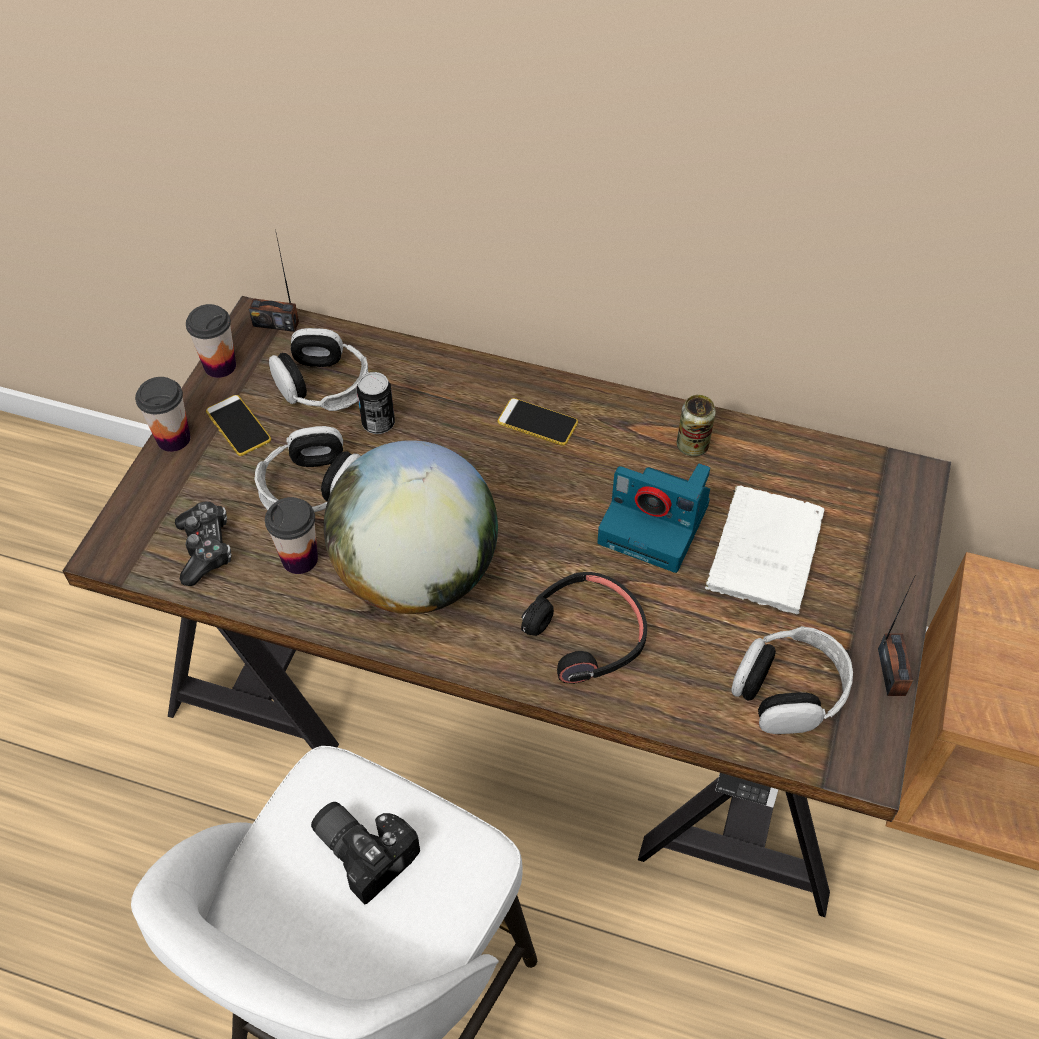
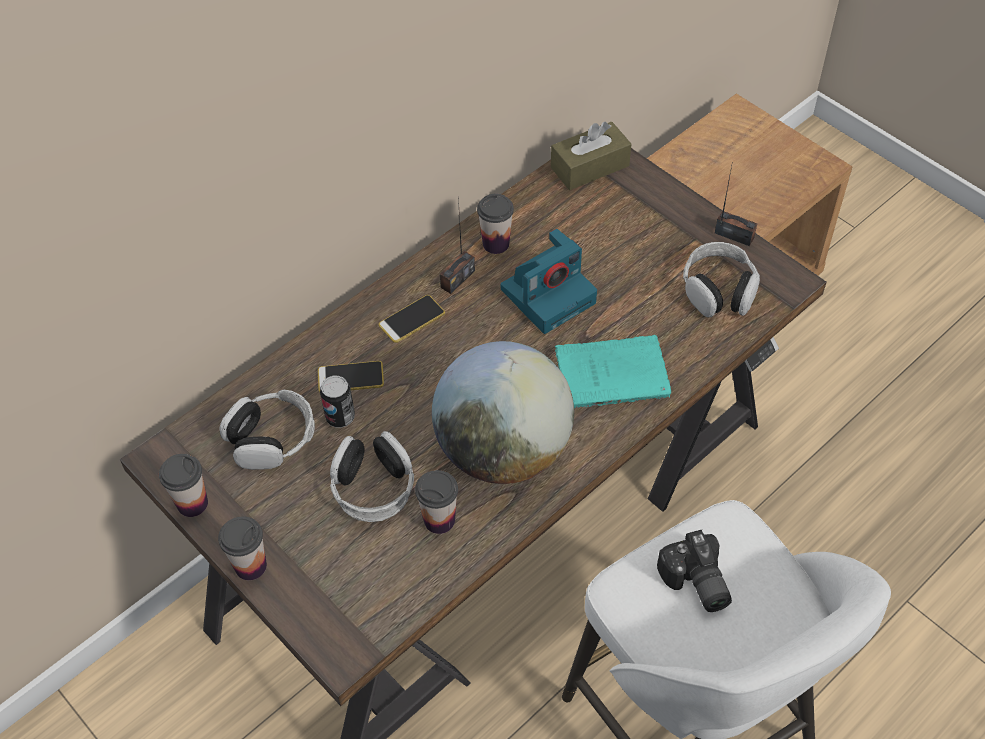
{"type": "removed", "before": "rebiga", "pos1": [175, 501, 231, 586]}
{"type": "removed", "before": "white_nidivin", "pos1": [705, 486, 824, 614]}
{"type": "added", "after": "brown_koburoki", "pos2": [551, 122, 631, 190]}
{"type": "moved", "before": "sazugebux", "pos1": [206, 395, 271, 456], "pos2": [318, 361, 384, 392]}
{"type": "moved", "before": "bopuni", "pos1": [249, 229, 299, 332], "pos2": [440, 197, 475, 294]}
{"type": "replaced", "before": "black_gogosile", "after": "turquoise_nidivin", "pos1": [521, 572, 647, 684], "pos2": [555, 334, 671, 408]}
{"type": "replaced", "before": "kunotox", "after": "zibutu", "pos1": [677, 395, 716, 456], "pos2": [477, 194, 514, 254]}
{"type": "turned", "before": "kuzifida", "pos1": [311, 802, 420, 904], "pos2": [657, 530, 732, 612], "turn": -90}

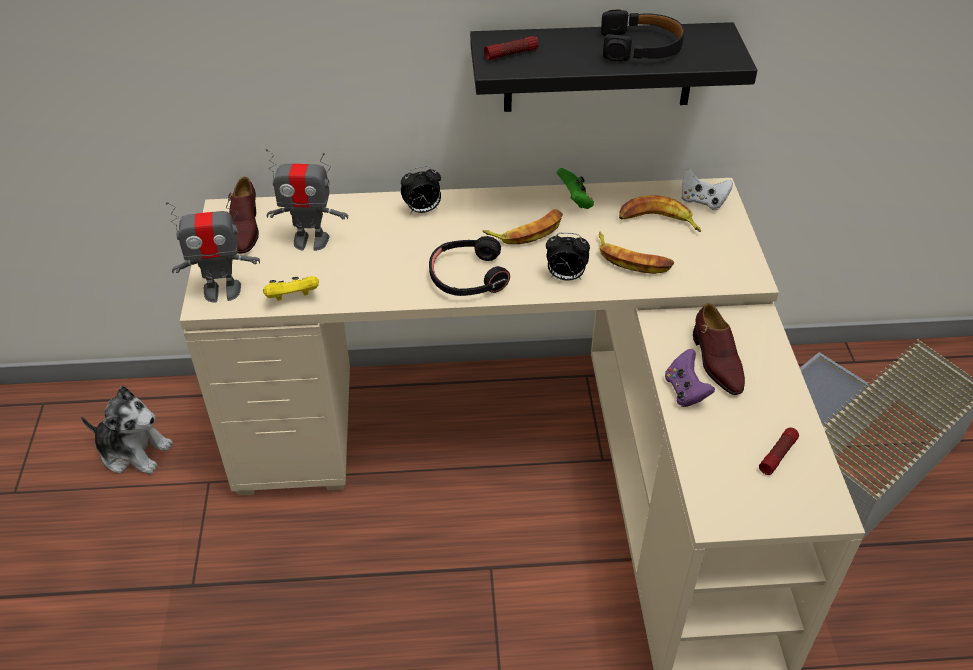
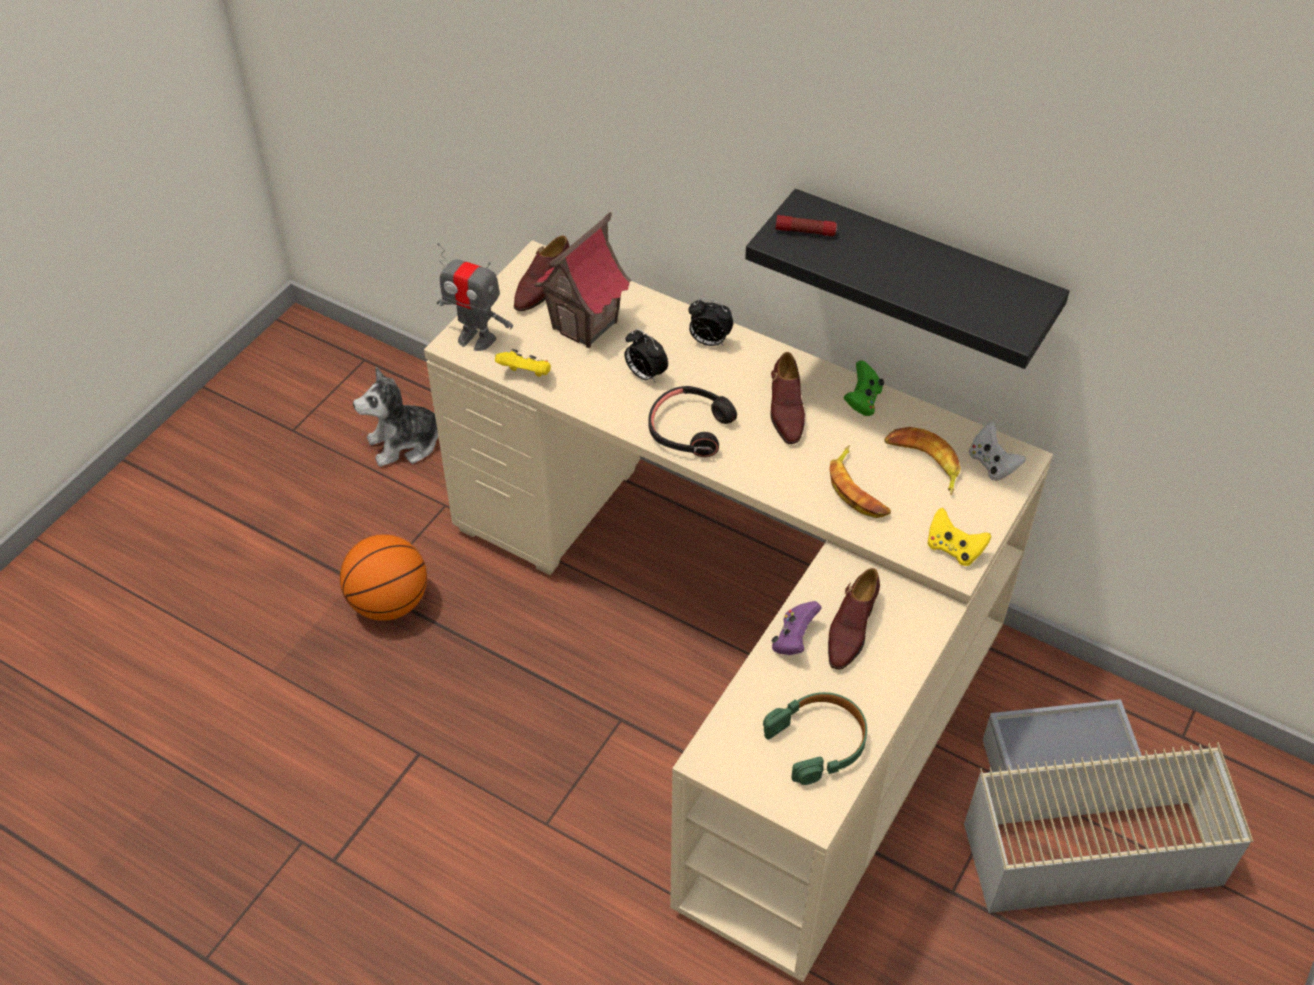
{"type": "removed", "before": "black_gogosile", "pos1": [601, 9, 684, 62]}
{"type": "added", "after": "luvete", "pos2": [340, 534, 427, 621]}
{"type": "added", "after": "yellow_rebiga", "pos2": [927, 508, 991, 566]}
{"type": "moved", "before": "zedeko", "pos1": [546, 232, 590, 280], "pos2": [624, 329, 668, 384]}
{"type": "replaced", "before": "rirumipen", "after": "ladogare", "pos1": [266, 149, 348, 251], "pos2": [534, 212, 632, 348]}
{"type": "replaced", "before": "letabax", "after": "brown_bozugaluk", "pos1": [483, 209, 563, 244], "pos2": [770, 352, 805, 444]}
{"type": "replaced", "before": "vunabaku", "after": "green_gogosile", "pos1": [759, 428, 799, 475], "pos2": [763, 692, 867, 785]}
{"type": "turned", "before": "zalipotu", "pos1": [81, 386, 173, 474], "pos2": [353, 367, 438, 467], "turn": 105}

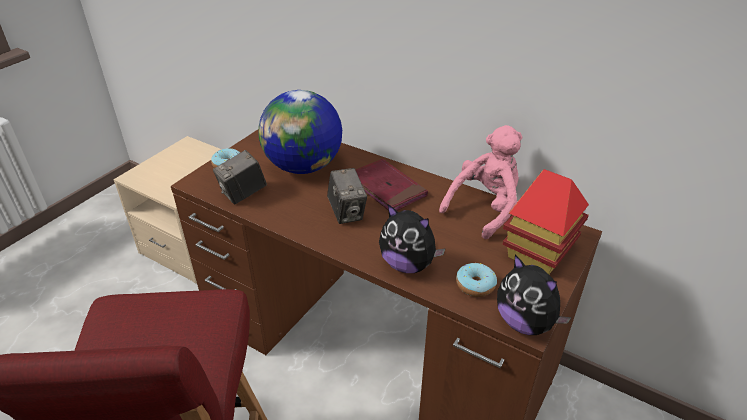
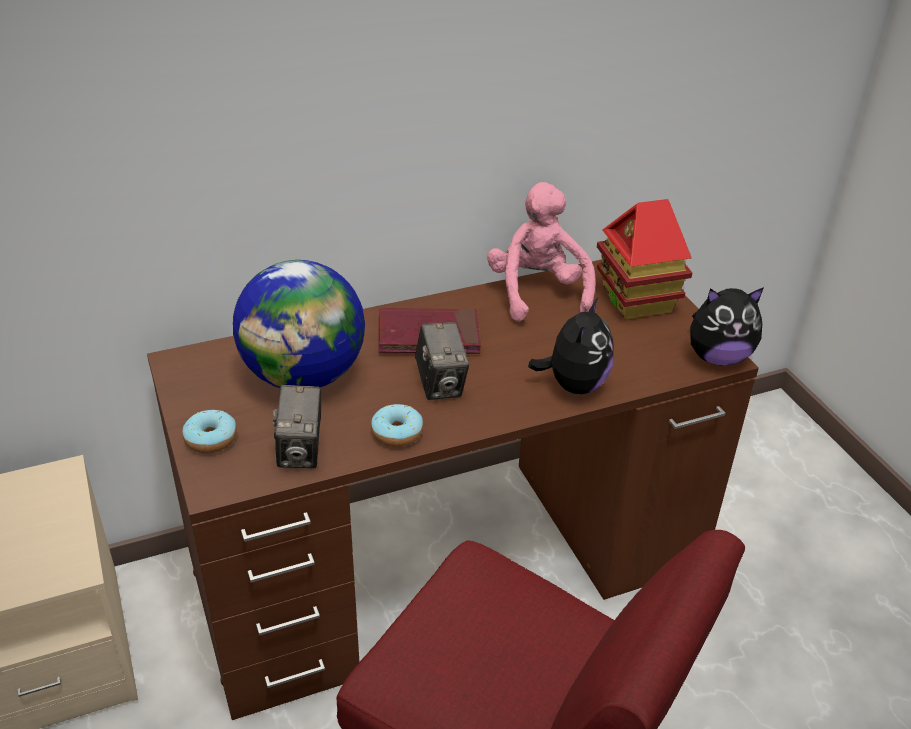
{"type": "moved", "before": "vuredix", "pos1": [456, 263, 497, 297], "pos2": [371, 404, 423, 447]}
{"type": "turned", "before": "kuzifida", "pos1": [327, 168, 367, 224], "pos2": [415, 322, 469, 400], "turn": 60}
{"type": "turned", "before": "zalipotu", "pos1": [379, 204, 446, 273], "pos2": [528, 297, 614, 394], "turn": -45}

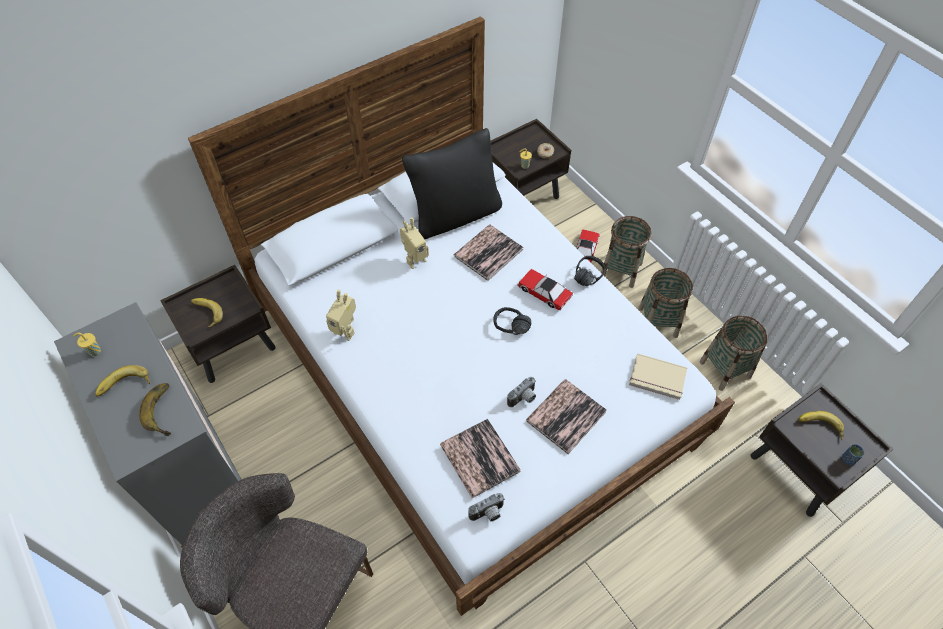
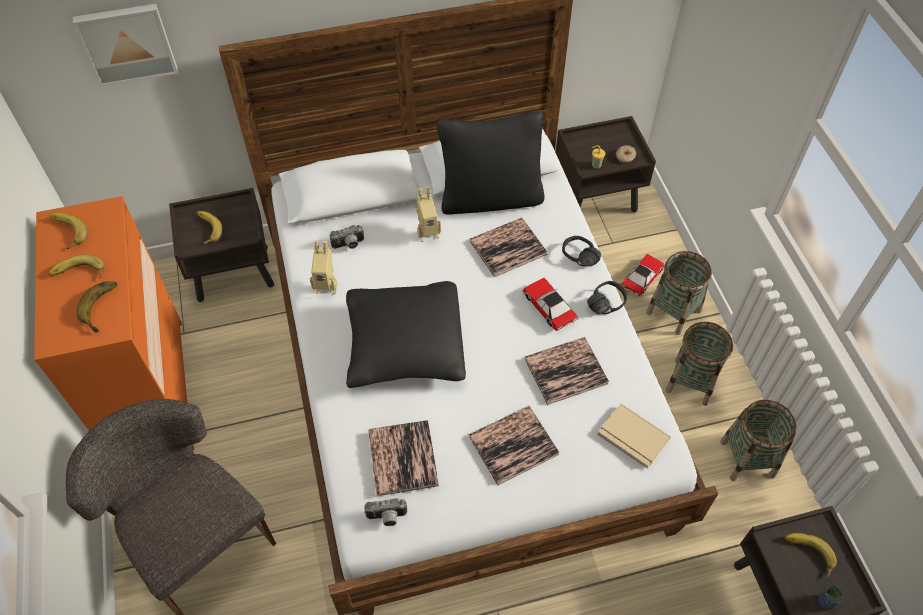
{"type": "added", "after": "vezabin", "pos2": [72, 4, 178, 87]}
{"type": "added", "after": "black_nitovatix", "pos2": [346, 281, 466, 388]}
{"type": "added", "after": "nidivin", "pos2": [525, 337, 609, 405]}
{"type": "moved", "before": "black_gogosile", "pos1": [494, 307, 531, 335], "pos2": [562, 236, 601, 266]}
{"type": "moved", "before": "kuzifida", "pos1": [507, 377, 536, 407], "pos2": [329, 225, 364, 249]}
{"type": "replaced", "before": "yellow_zibutu", "after": "letabax", "pos1": [74, 333, 101, 356], "pos2": [49, 213, 87, 249]}
{"type": "recoloured", "before": "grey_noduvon", "after": "orange_noduvon", "pos1": [54, 302, 242, 546], "pos2": [34, 196, 194, 450]}
{"type": "turned", "before": "rirumipen", "pos1": [326, 290, 356, 341], "pos2": [310, 240, 337, 294], "turn": -45}

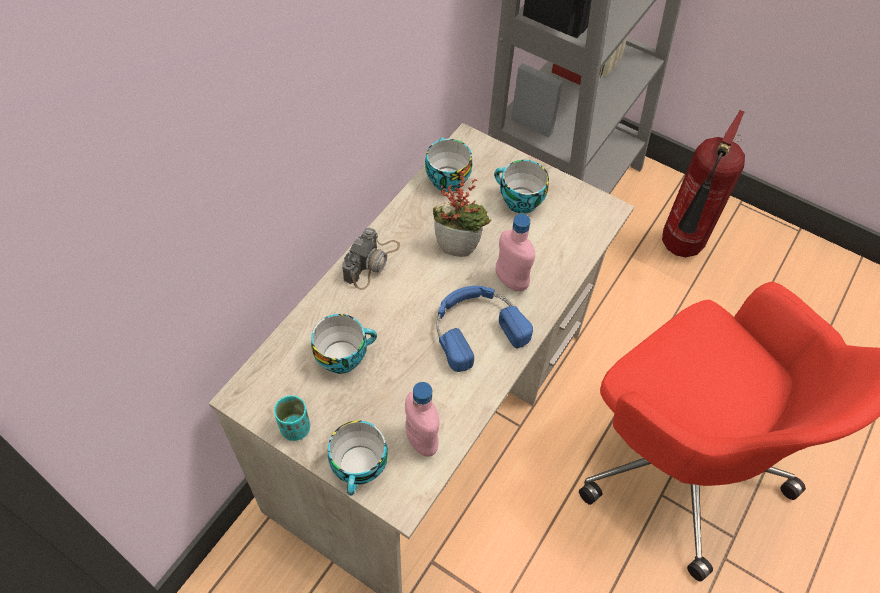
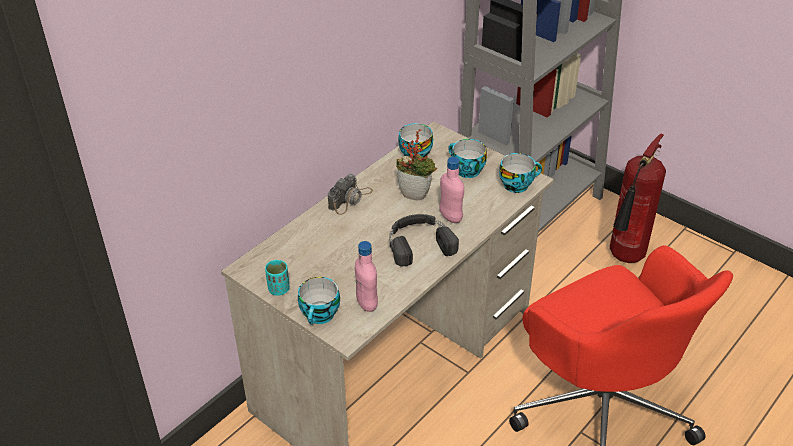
{"type": "moved", "before": "zibutu", "pos1": [311, 314, 377, 374], "pos2": [499, 153, 542, 193]}
{"type": "recoloured", "before": "blue_gogosile", "after": "black_gogosile", "pos1": [436, 286, 533, 372], "pos2": [389, 214, 459, 266]}

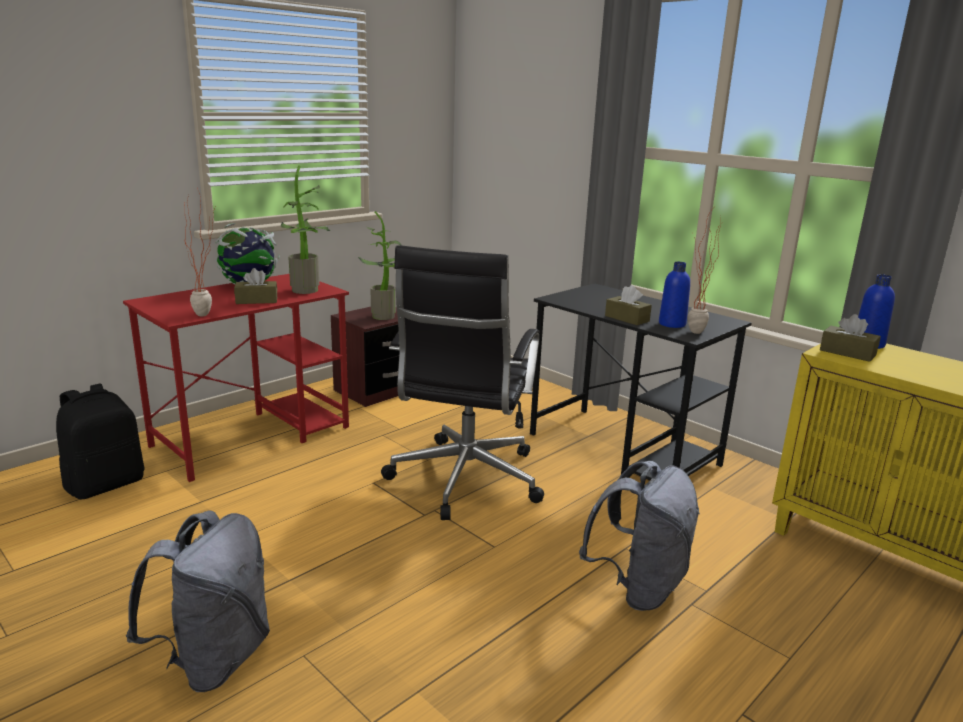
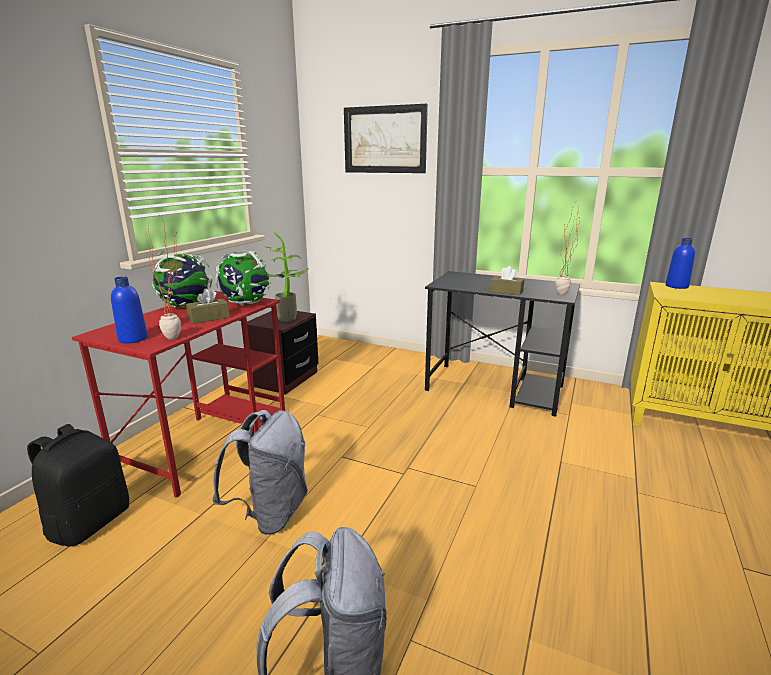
{"type": "removed", "before": "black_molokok", "pos1": [381, 245, 544, 520]}
{"type": "removed", "before": "brown_koburoki", "pos1": [820, 314, 881, 362]}
{"type": "added", "after": "vezabin", "pos2": [344, 104, 428, 173]}
{"type": "moved", "before": "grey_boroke", "pos1": [579, 461, 700, 611], "pos2": [212, 410, 308, 535]}
{"type": "moved", "before": "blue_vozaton", "pos1": [659, 262, 690, 328], "pos2": [111, 277, 148, 343]}
{"type": "replaced", "before": "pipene", "after": "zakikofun", "pos1": [280, 165, 330, 294], "pos2": [215, 250, 271, 306]}

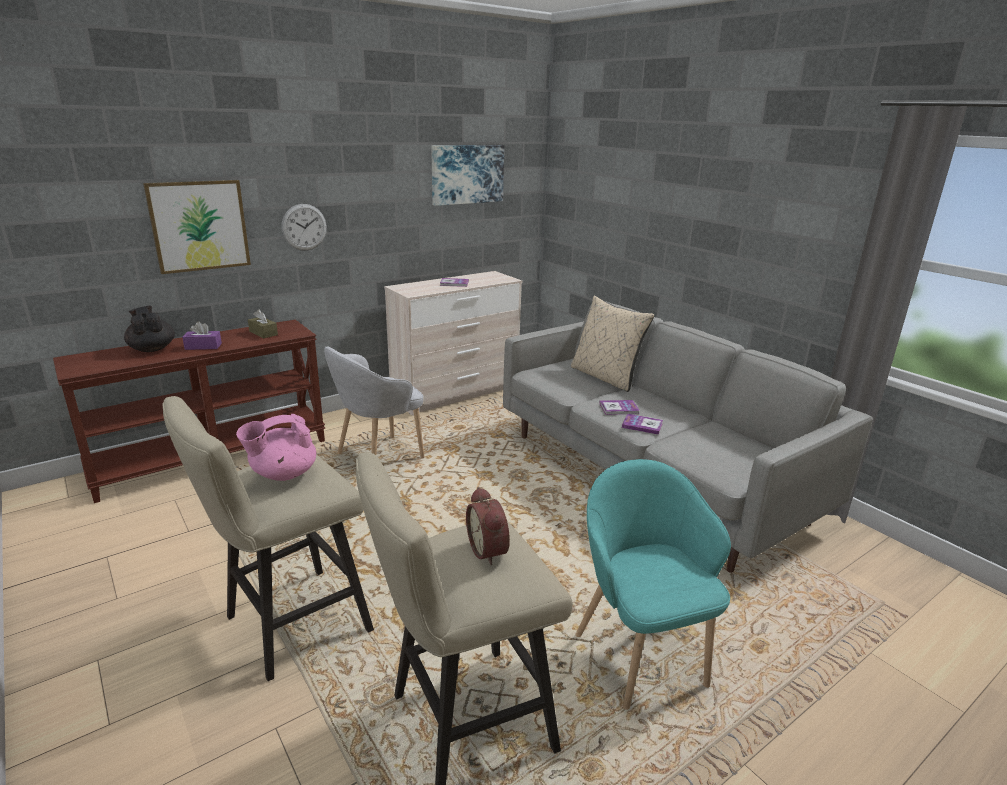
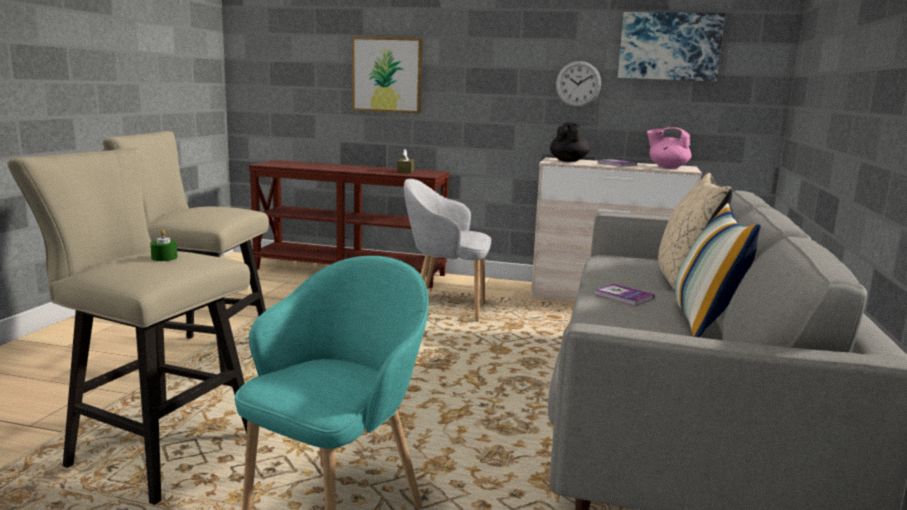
{"type": "removed", "before": "purple_koburoki", "pos1": [182, 322, 222, 350]}
{"type": "removed", "before": "nidivin", "pos1": [622, 414, 663, 435]}
{"type": "added", "after": "nitovatix", "pos2": [674, 203, 761, 338]}
{"type": "moved", "before": "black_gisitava", "pos1": [124, 305, 175, 352], "pos2": [550, 122, 590, 162]}
{"type": "moved", "before": "pink_gisitava", "pos1": [236, 414, 316, 481], "pos2": [647, 127, 691, 168]}
{"type": "moved", "before": "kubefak", "pos1": [282, 204, 327, 251], "pos2": [556, 61, 601, 107]}
{"type": "replaced", "before": "zedeko", "after": "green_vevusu", "pos1": [466, 487, 510, 566], "pos2": [150, 229, 178, 261]}

